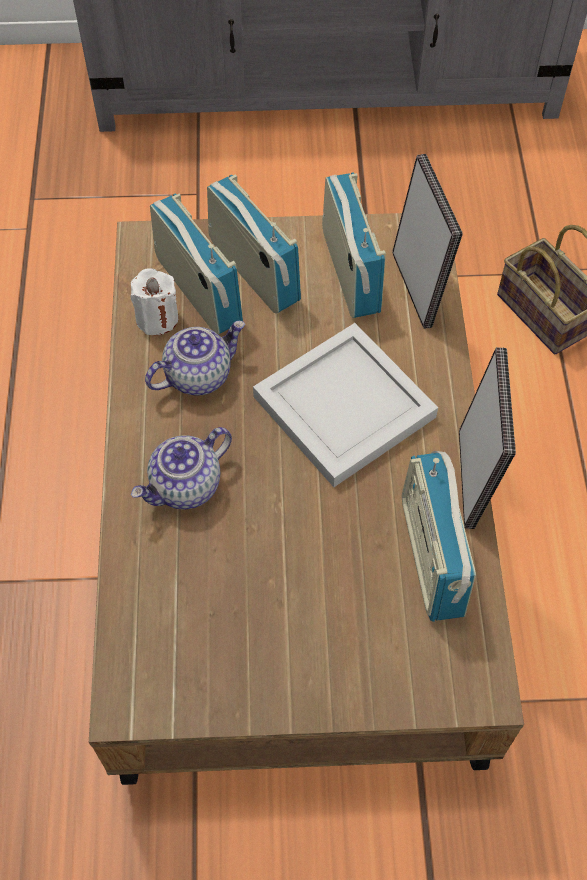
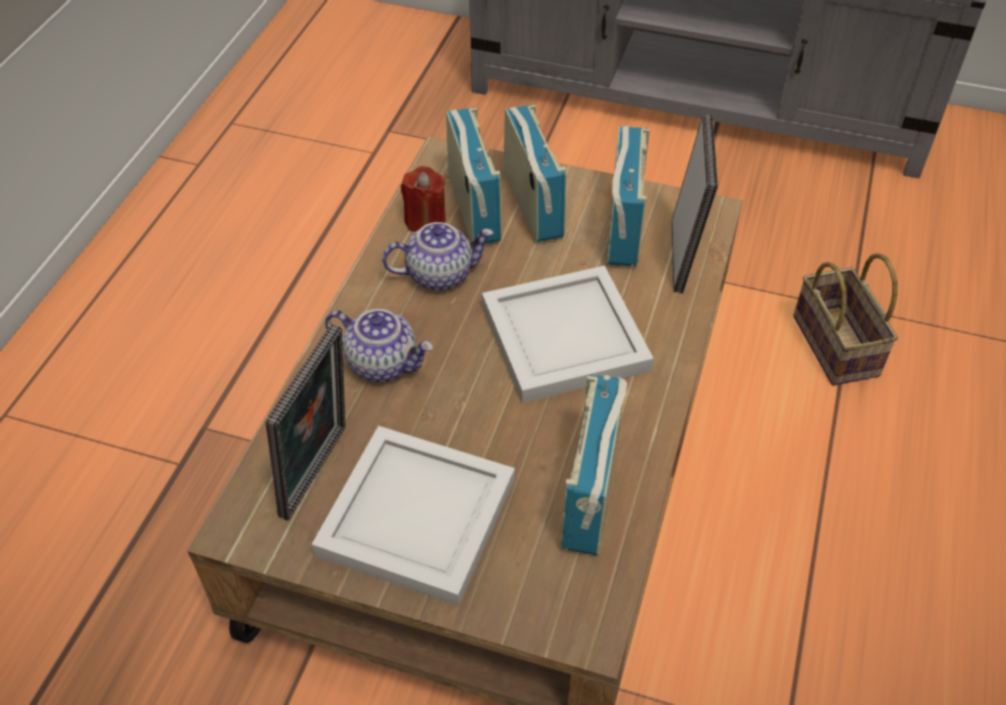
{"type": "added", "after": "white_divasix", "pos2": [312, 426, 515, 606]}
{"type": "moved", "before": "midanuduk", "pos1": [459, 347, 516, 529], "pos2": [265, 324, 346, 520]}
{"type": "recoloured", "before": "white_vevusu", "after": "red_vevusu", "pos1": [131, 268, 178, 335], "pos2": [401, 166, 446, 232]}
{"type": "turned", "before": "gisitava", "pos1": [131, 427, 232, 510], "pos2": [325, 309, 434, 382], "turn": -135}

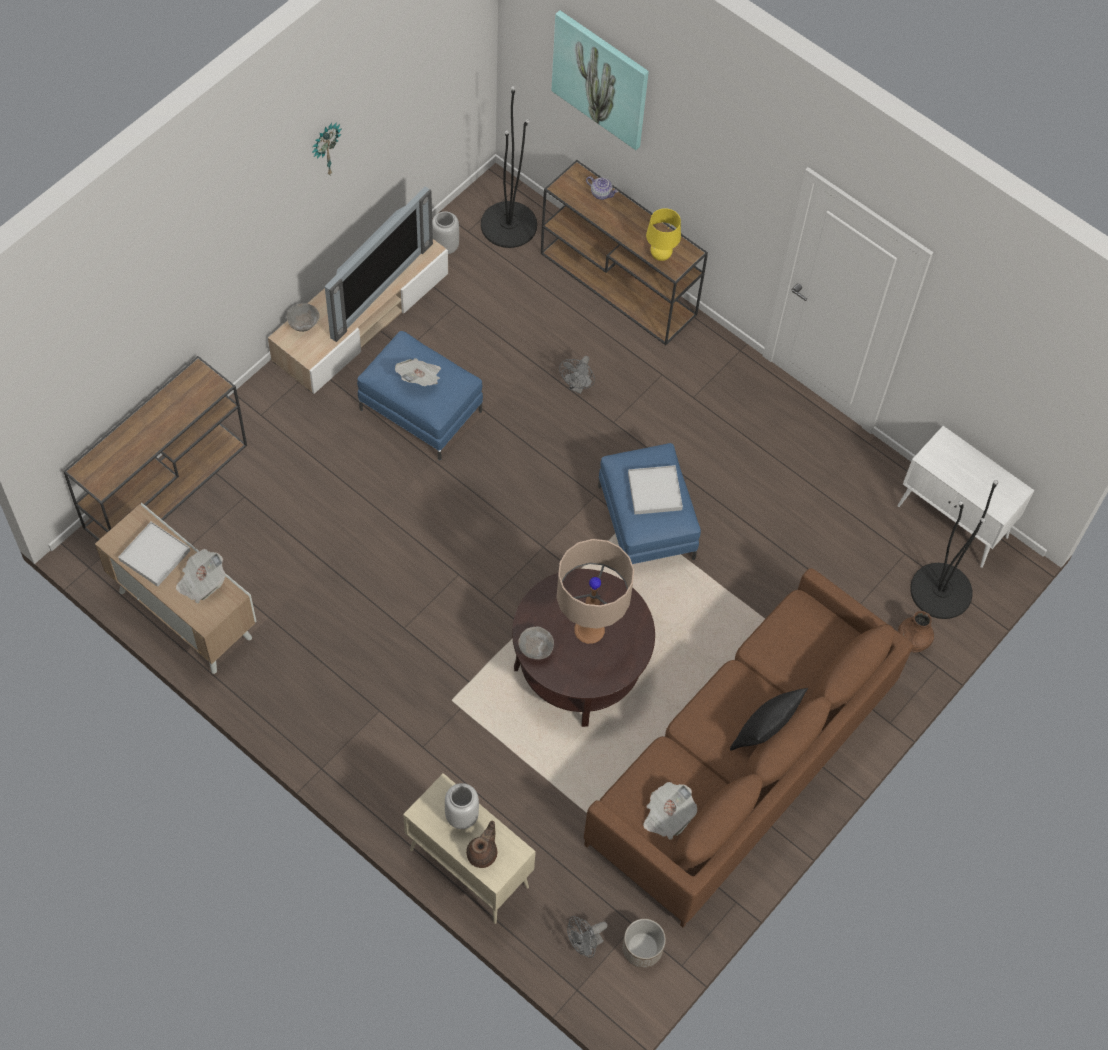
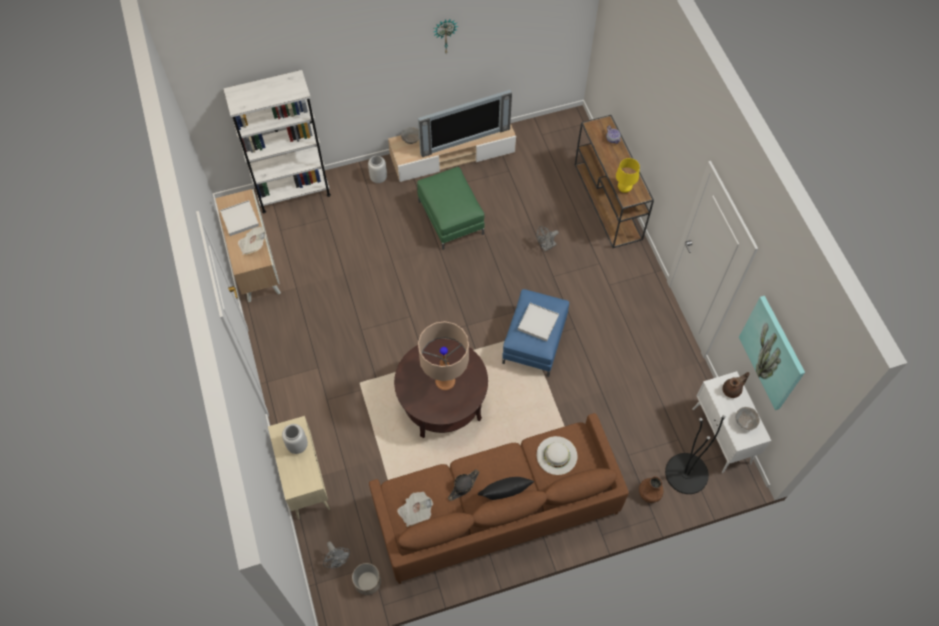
{"type": "removed", "before": "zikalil", "pos1": [395, 358, 441, 386]}
{"type": "removed", "before": "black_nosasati", "pos1": [481, 86, 537, 248]}
{"type": "added", "after": "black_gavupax", "pos2": [448, 469, 479, 501]}
{"type": "added", "after": "white_gavupax", "pos2": [537, 436, 577, 475]}
{"type": "moved", "before": "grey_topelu", "pos1": [432, 211, 459, 254], "pos2": [368, 156, 387, 183]}
{"type": "moved", "before": "brown_gisitava", "pos1": [466, 820, 497, 868], "pos2": [723, 372, 750, 398]}
{"type": "moved", "before": "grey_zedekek", "pos1": [518, 626, 554, 659], "pos2": [735, 407, 760, 430]}
{"type": "moved", "before": "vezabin", "pos1": [551, 10, 649, 150], "pos2": [739, 296, 805, 410]}
{"type": "replaced", "before": "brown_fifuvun", "after": "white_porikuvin", "pos1": [63, 356, 247, 540], "pos2": [223, 70, 331, 213]}
{"type": "recoloured", "before": "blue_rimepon", "after": "green_rimepon", "pos1": [357, 331, 483, 460], "pos2": [417, 167, 485, 250]}
{"type": "turned", "before": "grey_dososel", "pos1": [567, 916, 608, 958], "pos2": [323, 541, 350, 568], "turn": -120}

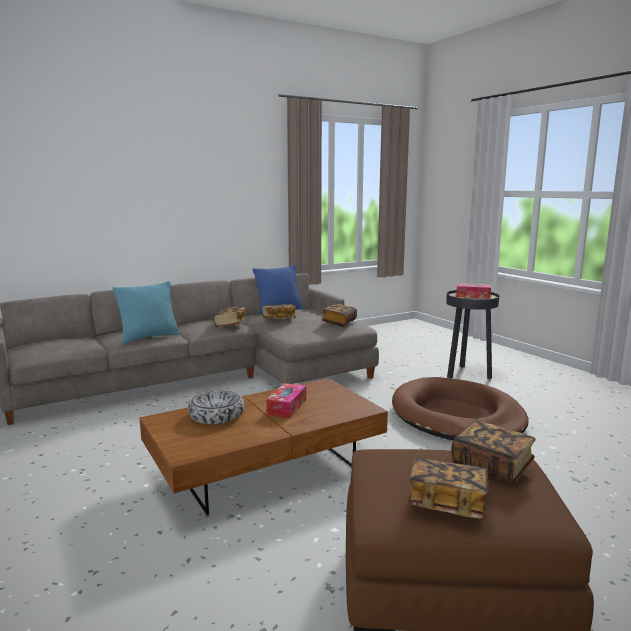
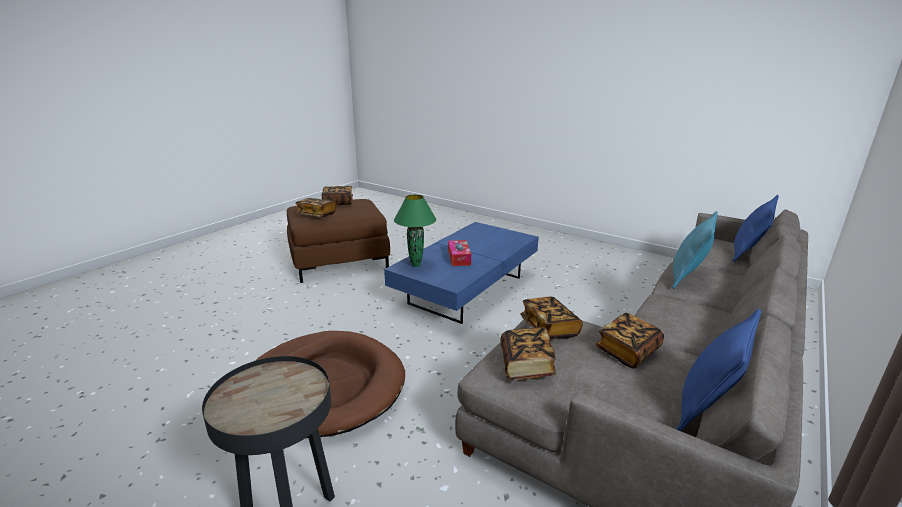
{"type": "removed", "before": "zedekek", "pos1": [188, 390, 244, 424]}
{"type": "removed", "before": "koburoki", "pos1": [456, 283, 491, 299]}
{"type": "added", "after": "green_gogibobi", "pos2": [394, 195, 436, 267]}
{"type": "added", "after": "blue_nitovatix", "pos2": [733, 195, 779, 262]}
{"type": "moved", "before": "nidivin", "pos1": [214, 307, 246, 327], "pos2": [520, 297, 583, 339]}
{"type": "recoloured", "before": "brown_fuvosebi", "after": "blue_fuvosebi", "pos1": [140, 378, 388, 515], "pos2": [384, 222, 539, 324]}

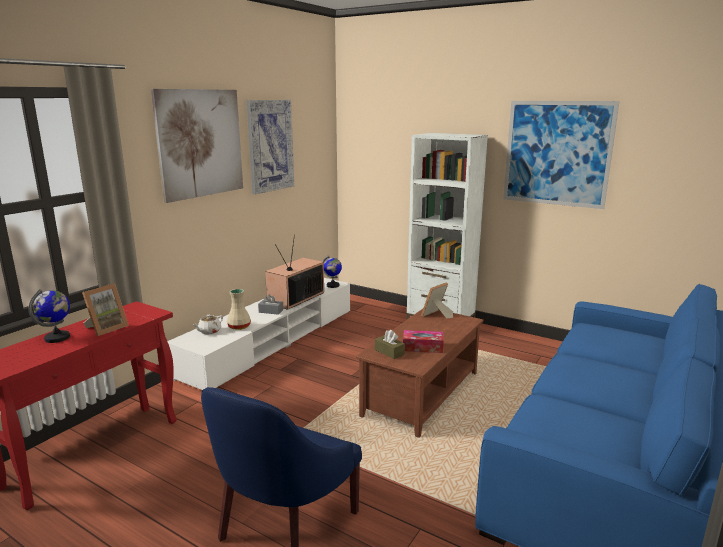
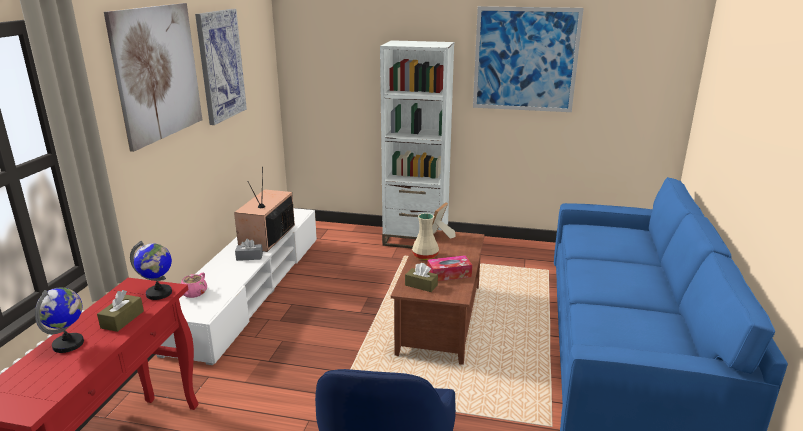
{"type": "moved", "before": "beige_topelu", "pos1": [227, 289, 251, 330], "pos2": [412, 213, 439, 260]}
{"type": "moved", "before": "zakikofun", "pos1": [323, 255, 342, 288], "pos2": [130, 241, 172, 300]}
{"type": "replaced", "before": "midanuduk", "after": "brown_koburoki", "pos1": [82, 283, 129, 336], "pos2": [97, 290, 144, 332]}
{"type": "recoloured", "before": "white_gisitava", "after": "pink_gisitava", "pos1": [193, 315, 223, 334], "pos2": [181, 273, 207, 298]}

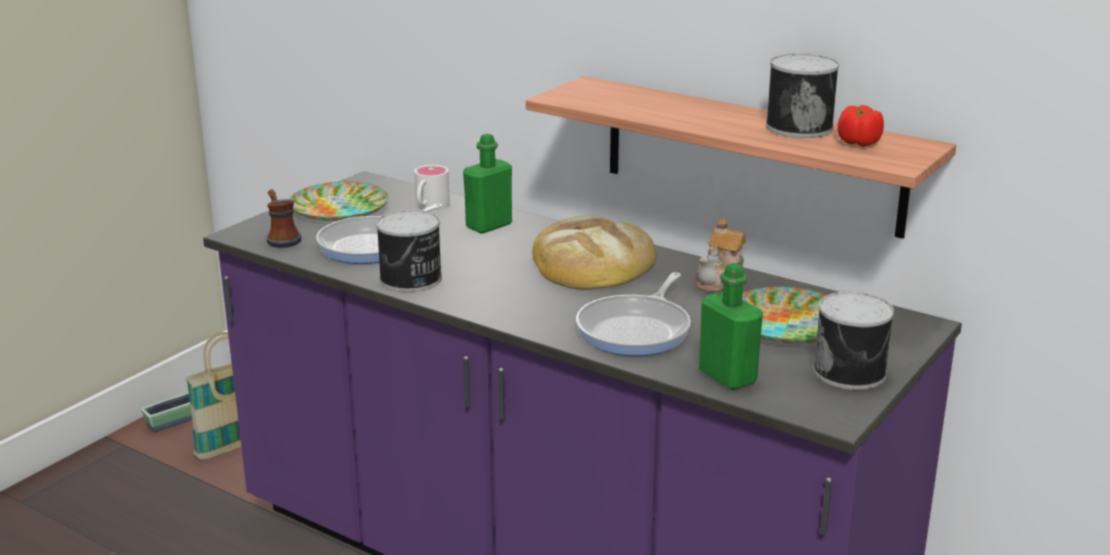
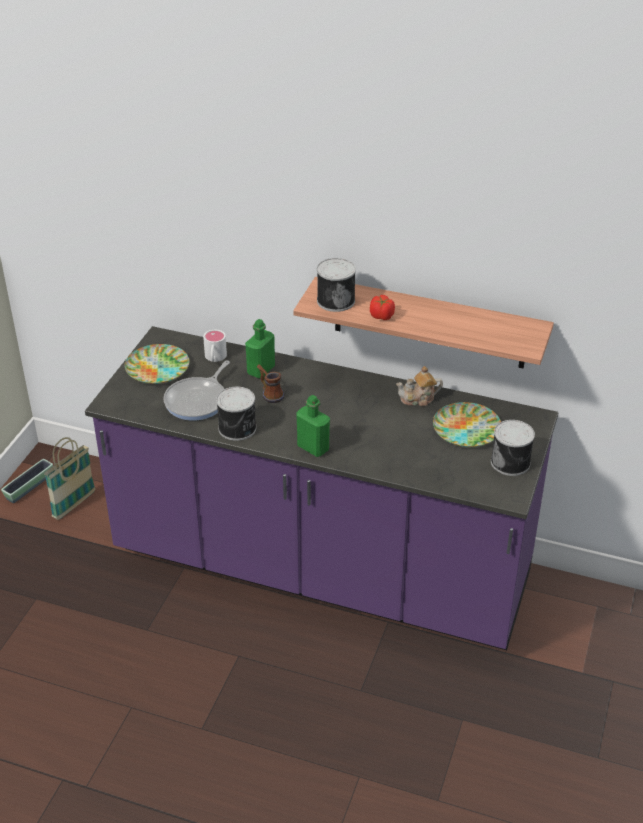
{"type": "removed", "before": "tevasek", "pos1": [532, 215, 657, 290]}
{"type": "removed", "before": "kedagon", "pos1": [576, 272, 691, 356]}
{"type": "moved", "before": "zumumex", "pos1": [267, 189, 301, 248], "pos2": [257, 364, 284, 403]}
{"type": "moved", "before": "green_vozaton", "pos1": [699, 263, 763, 390], "pos2": [296, 395, 330, 457]}
{"type": "moved", "before": "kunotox", "pos1": [766, 53, 839, 138], "pos2": [317, 258, 356, 312]}
{"type": "moved", "before": "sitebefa", "pos1": [837, 105, 884, 147], "pos2": [370, 295, 395, 320]}
{"type": "turned", "before": "gisitava", "pos1": [696, 219, 746, 293], "pos2": [396, 366, 443, 406], "turn": 60}

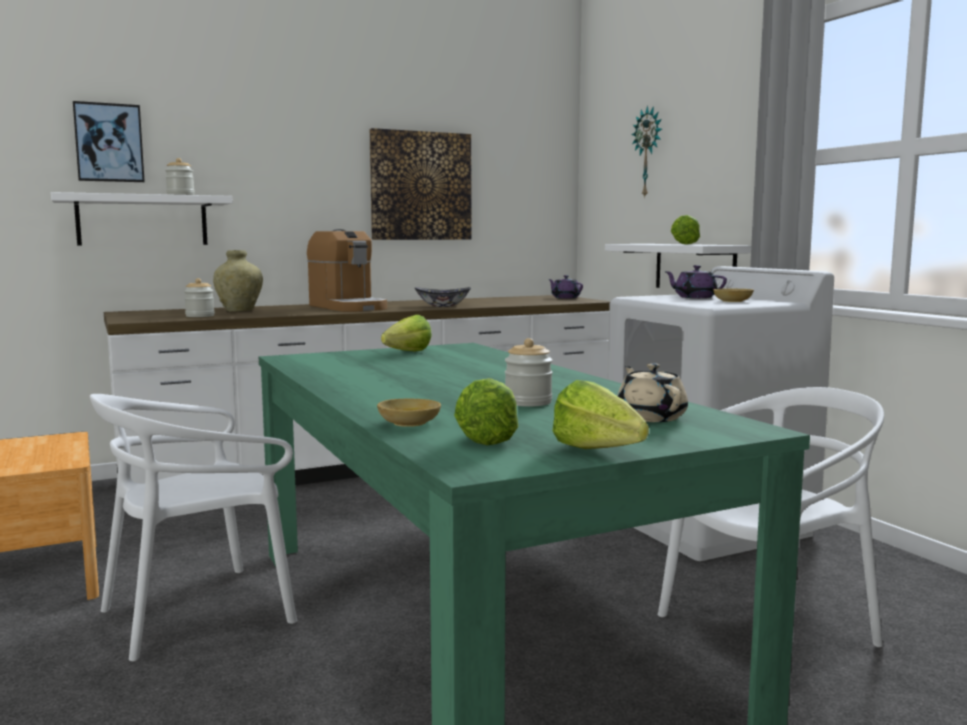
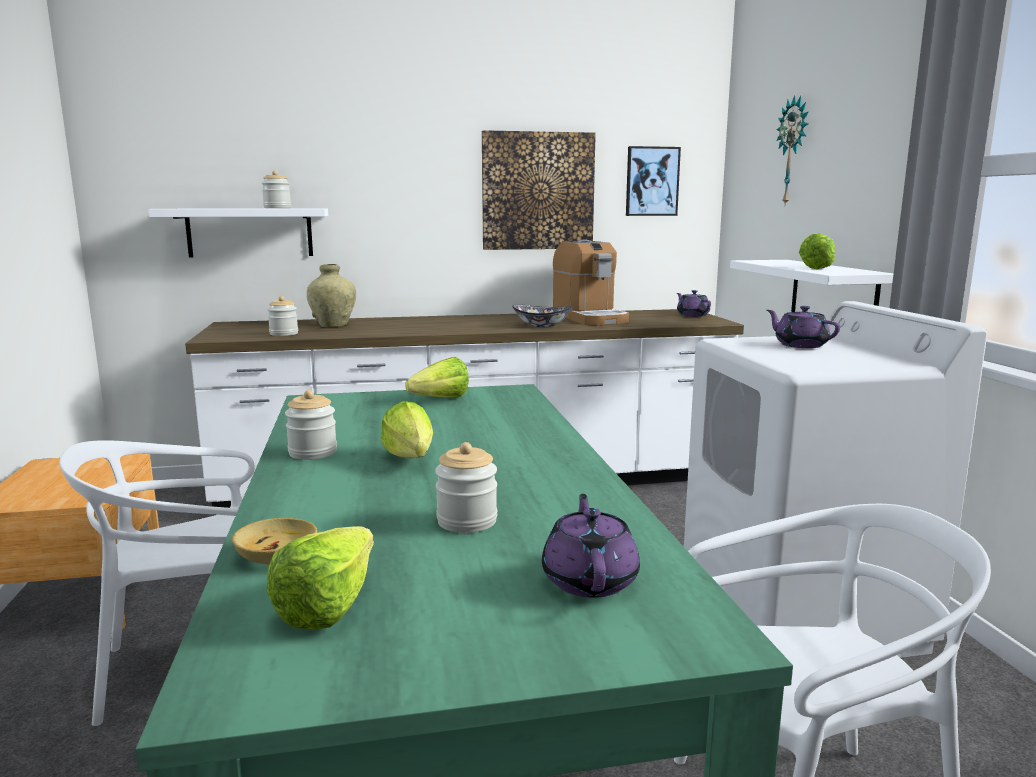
{"type": "removed", "before": "beige_zedekek", "pos1": [713, 289, 754, 302]}
{"type": "added", "after": "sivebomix", "pos2": [285, 390, 337, 460]}
{"type": "moved", "before": "vezabin", "pos1": [73, 101, 145, 182], "pos2": [626, 146, 681, 216]}
{"type": "moved", "before": "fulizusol", "pos1": [307, 229, 387, 312], "pos2": [553, 240, 629, 325]}
{"type": "moved", "before": "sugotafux", "pos1": [552, 380, 649, 449], "pos2": [381, 401, 433, 458]}
{"type": "recoloured", "before": "beige_gisitava", "after": "purple_gisitava", "pos1": [617, 363, 688, 422], "pos2": [542, 494, 640, 598]}

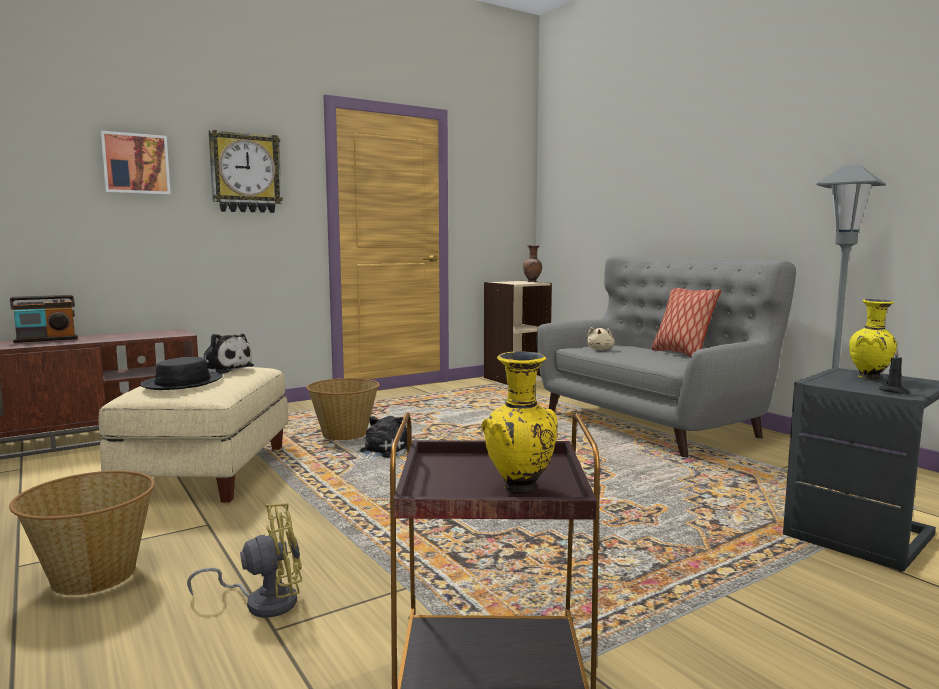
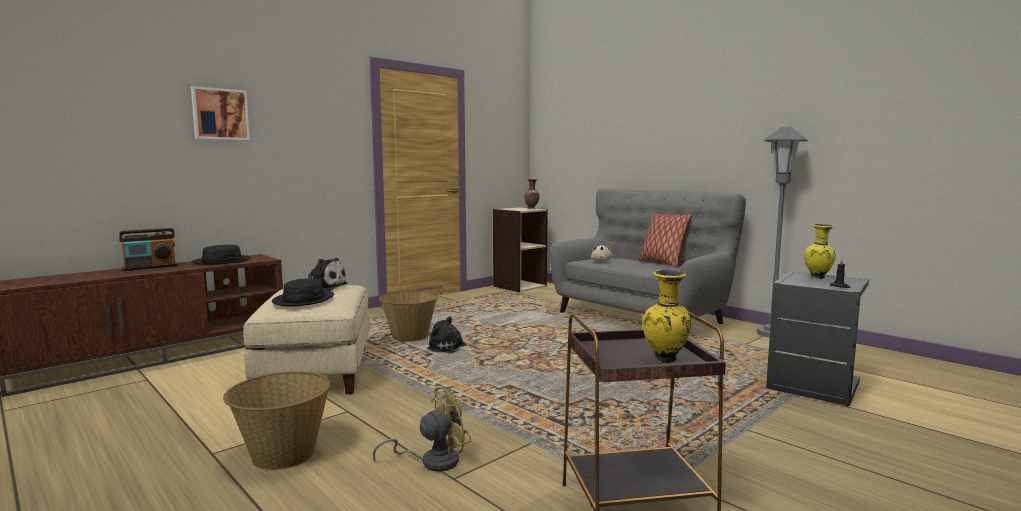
{"type": "removed", "before": "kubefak", "pos1": [209, 130, 283, 213]}
{"type": "added", "after": "black_gavupax", "pos2": [191, 245, 252, 265]}
{"type": "turned", "before": "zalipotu", "pos1": [360, 416, 407, 460], "pos2": [427, 316, 473, 353], "turn": -90}

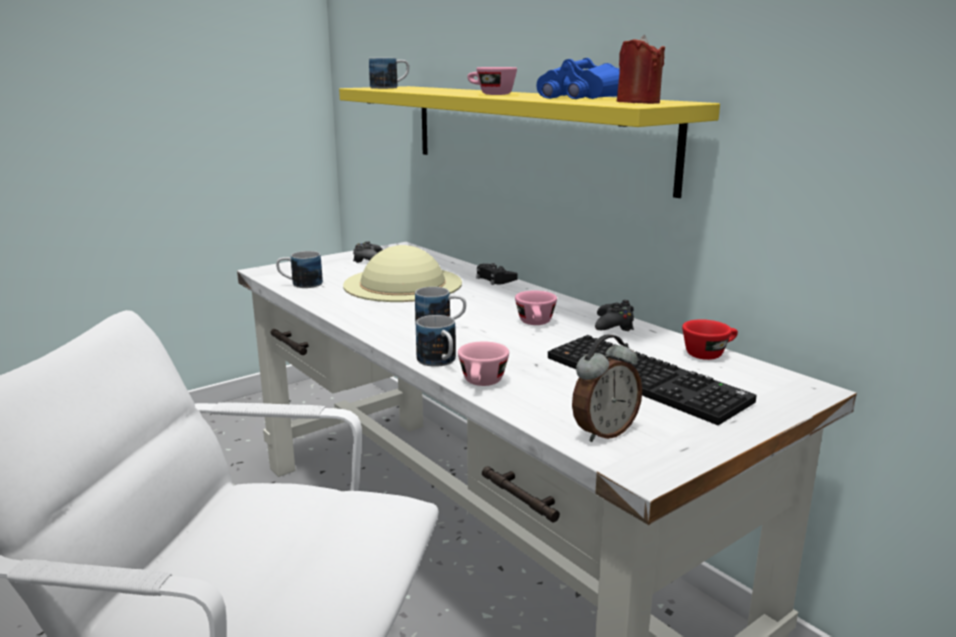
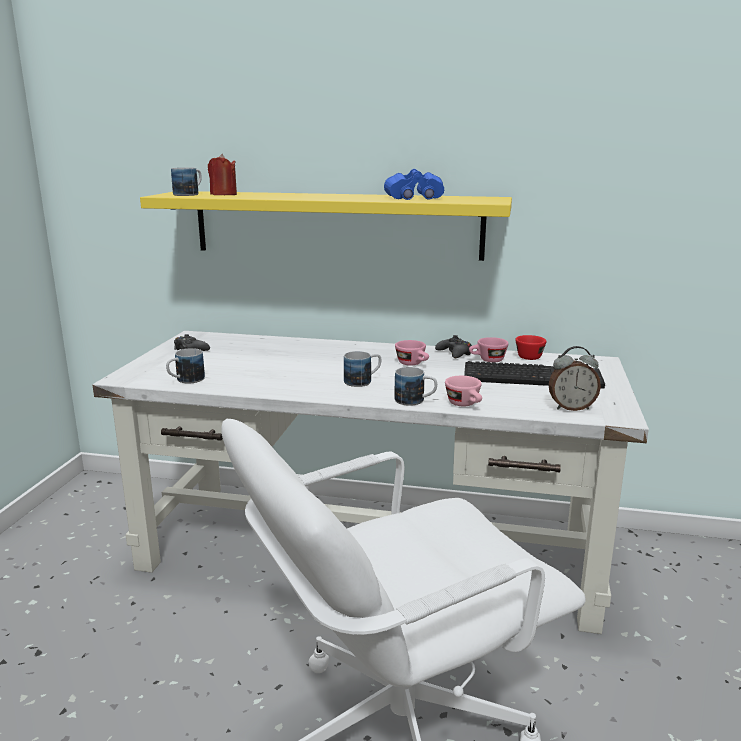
{"type": "removed", "before": "beige_gavupax", "pos1": [343, 245, 462, 302]}
{"type": "removed", "before": "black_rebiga", "pos1": [476, 263, 518, 285]}
{"type": "moved", "before": "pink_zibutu", "pos1": [467, 67, 517, 95], "pos2": [469, 337, 509, 362]}
{"type": "moved", "before": "red_vevusu", "pos1": [617, 35, 665, 104], "pos2": [208, 154, 237, 195]}
{"type": "turned", "before": "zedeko", "pos1": [572, 334, 642, 442], "pos2": [549, 346, 601, 411], "turn": 75}

